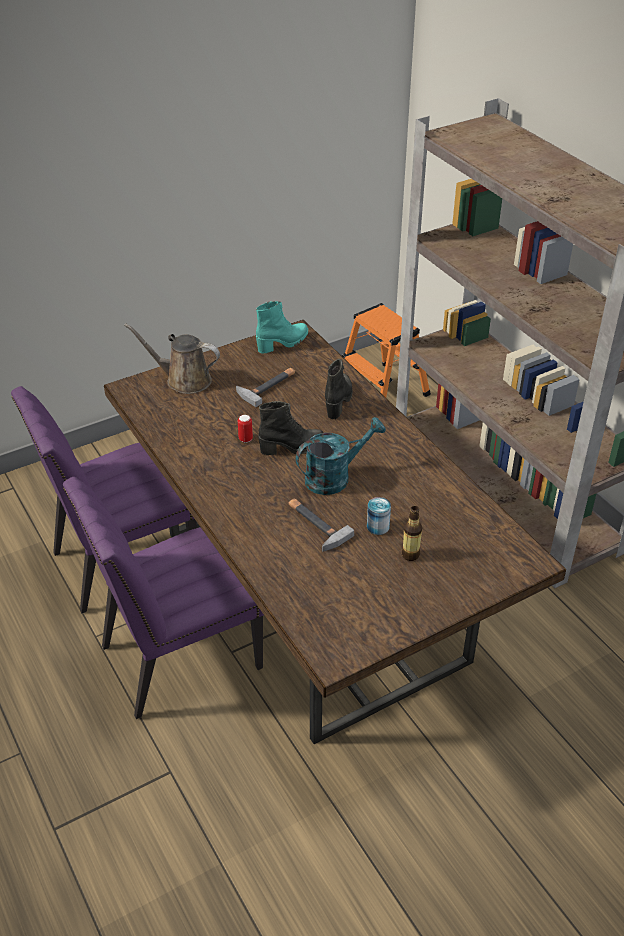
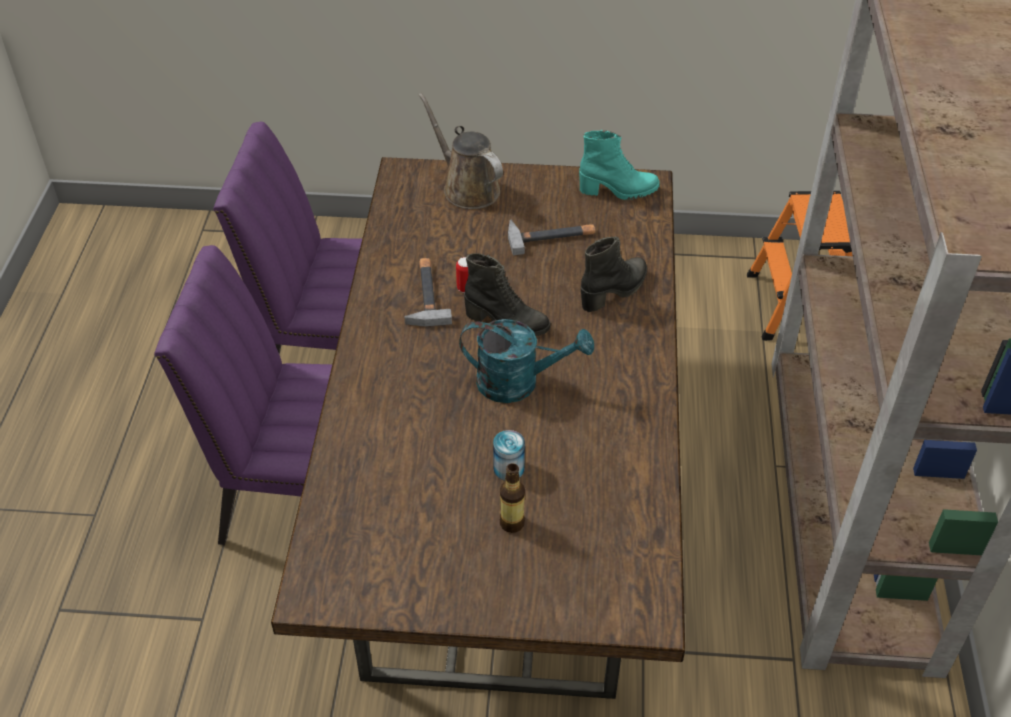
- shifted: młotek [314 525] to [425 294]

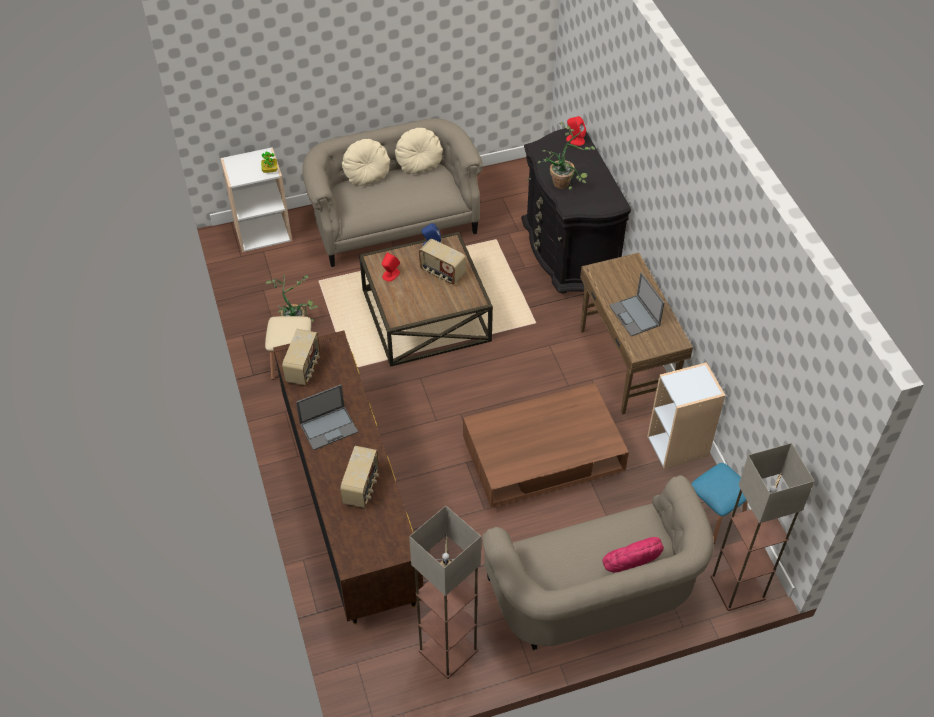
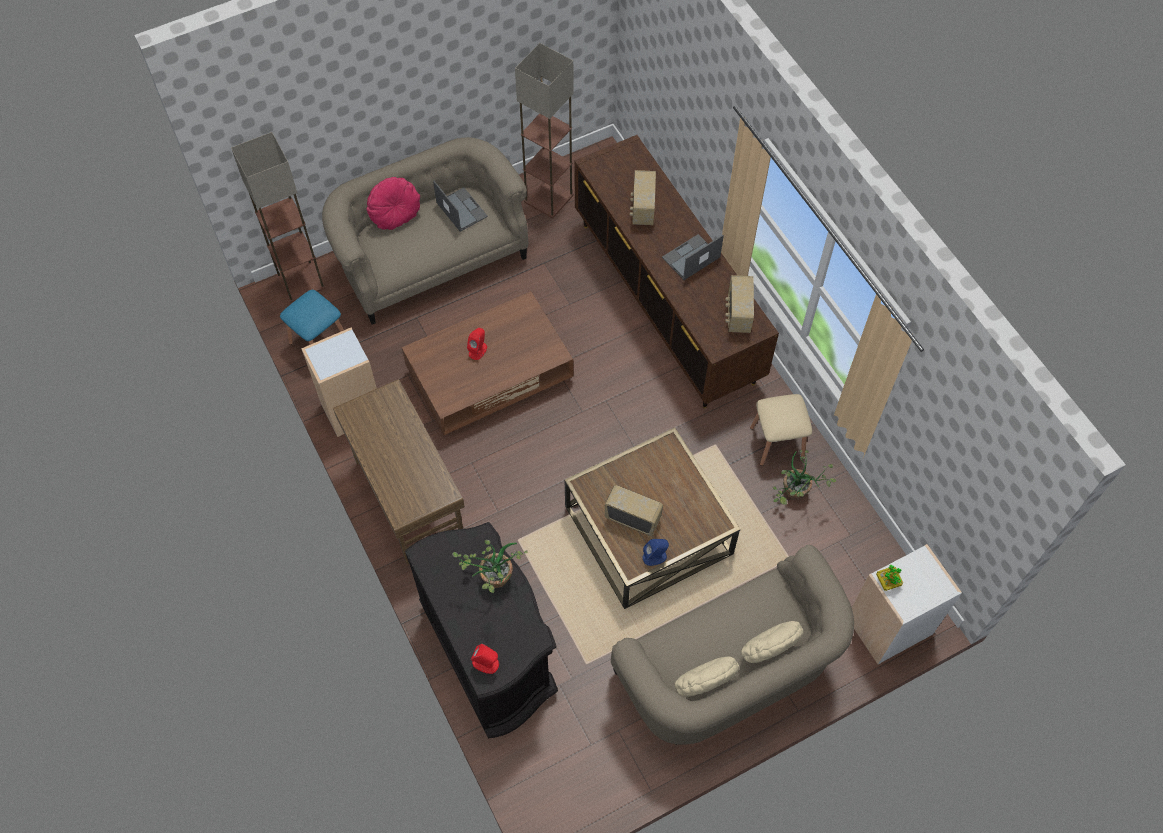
- shifted: głośnik (czerwony) [390 274] to [478 350]
- shifted: laptop [635 316] to [461 209]

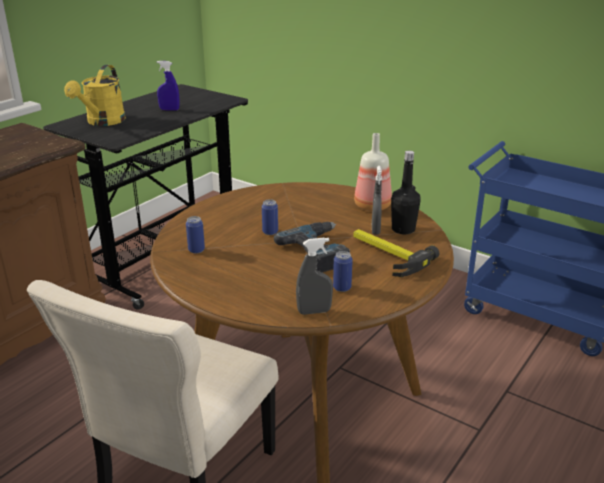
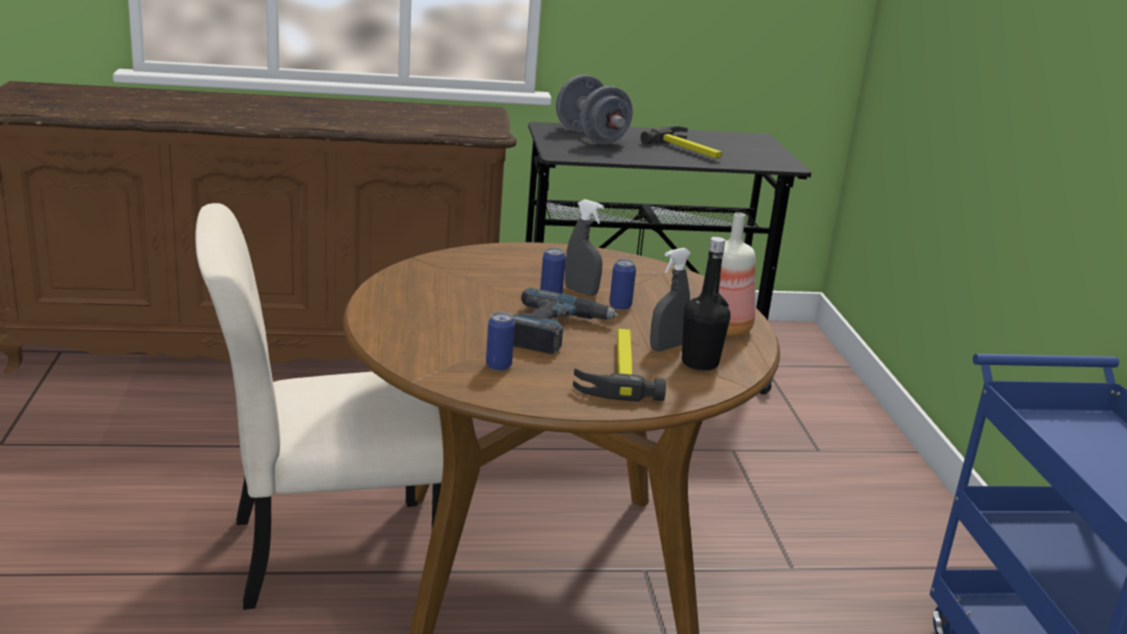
- swapped: spryskiwacz (niebieski) [169 109] to młotek [688 150]
- swapped: konewka (żółty) [102 122] to hantel (szary) [591 137]
- shifted: puszka [196 250] to [620 306]
- shifted: spryskiwacz (szary) [314 311] to [581 291]

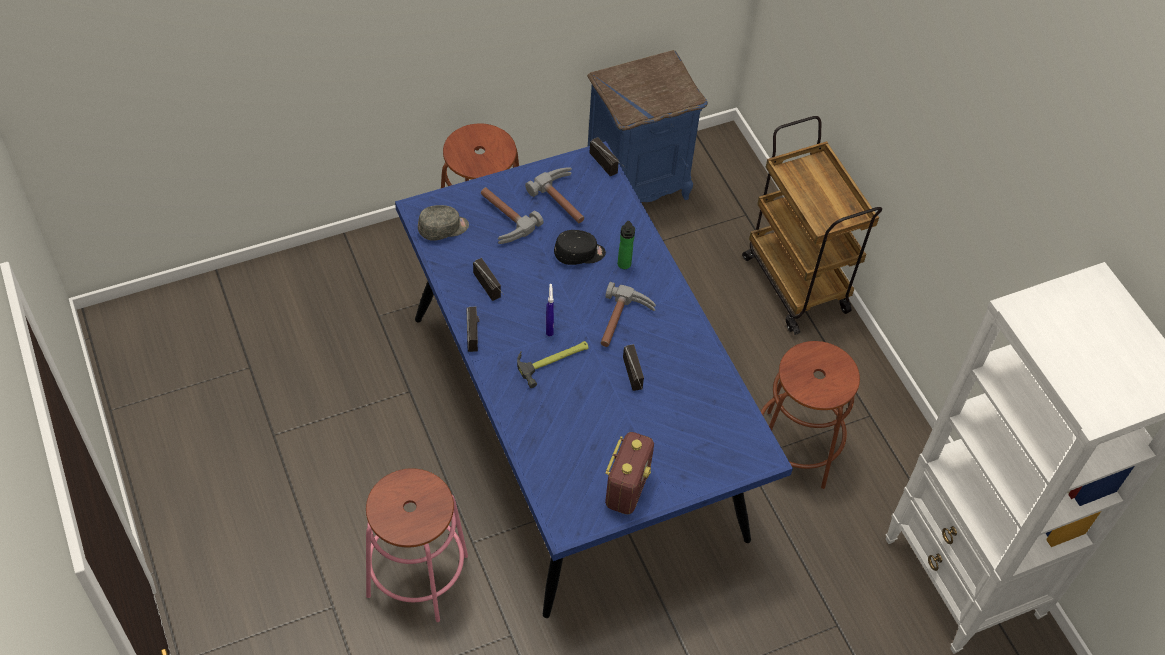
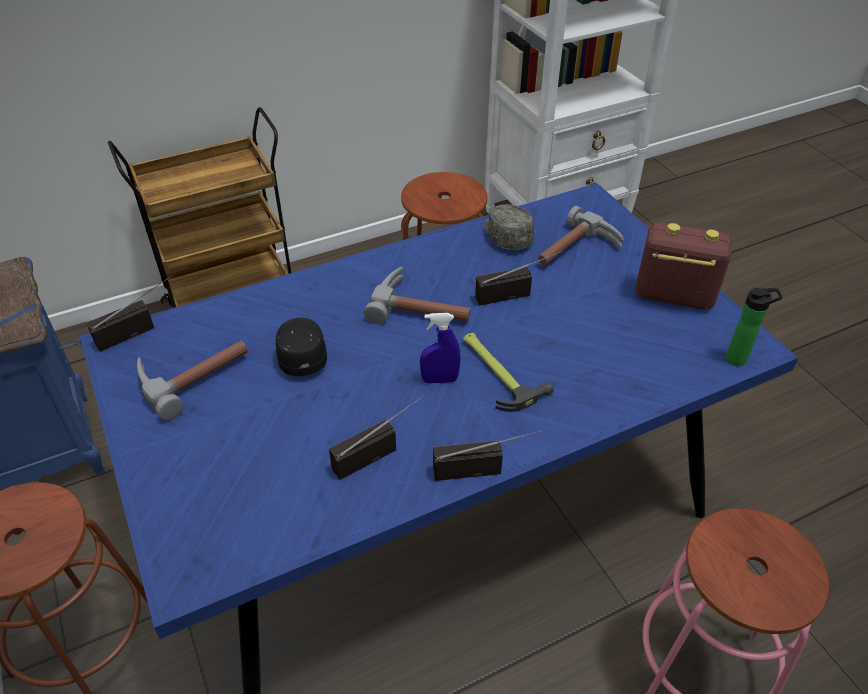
- shifted: młotek [501 220] to [577 252]
- shifted: czapka z daszkiem (szary) [443 228] to [506 235]
- shifted: butelka [624 266] to [739 359]

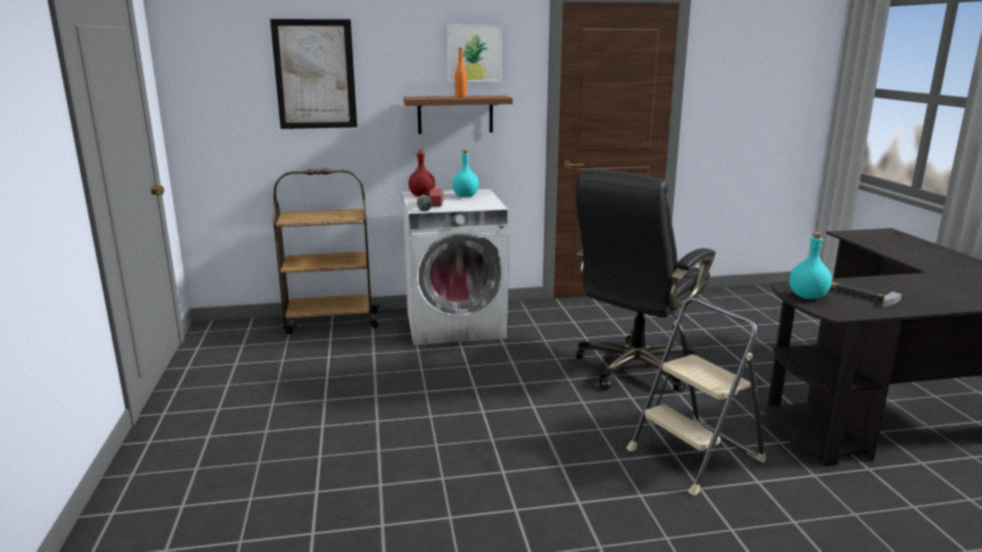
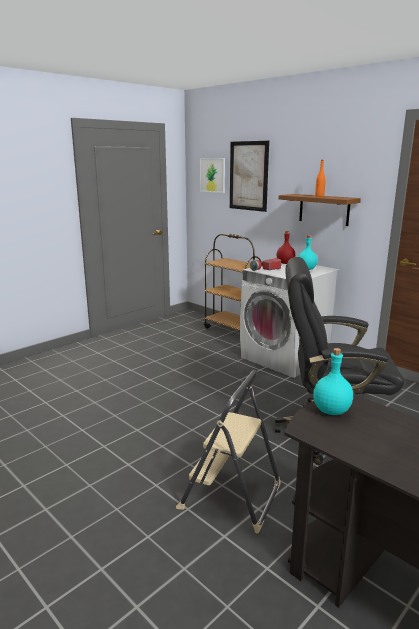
- shifted: obraz [474 53] to [212 175]
- gone: młotek [859 295]

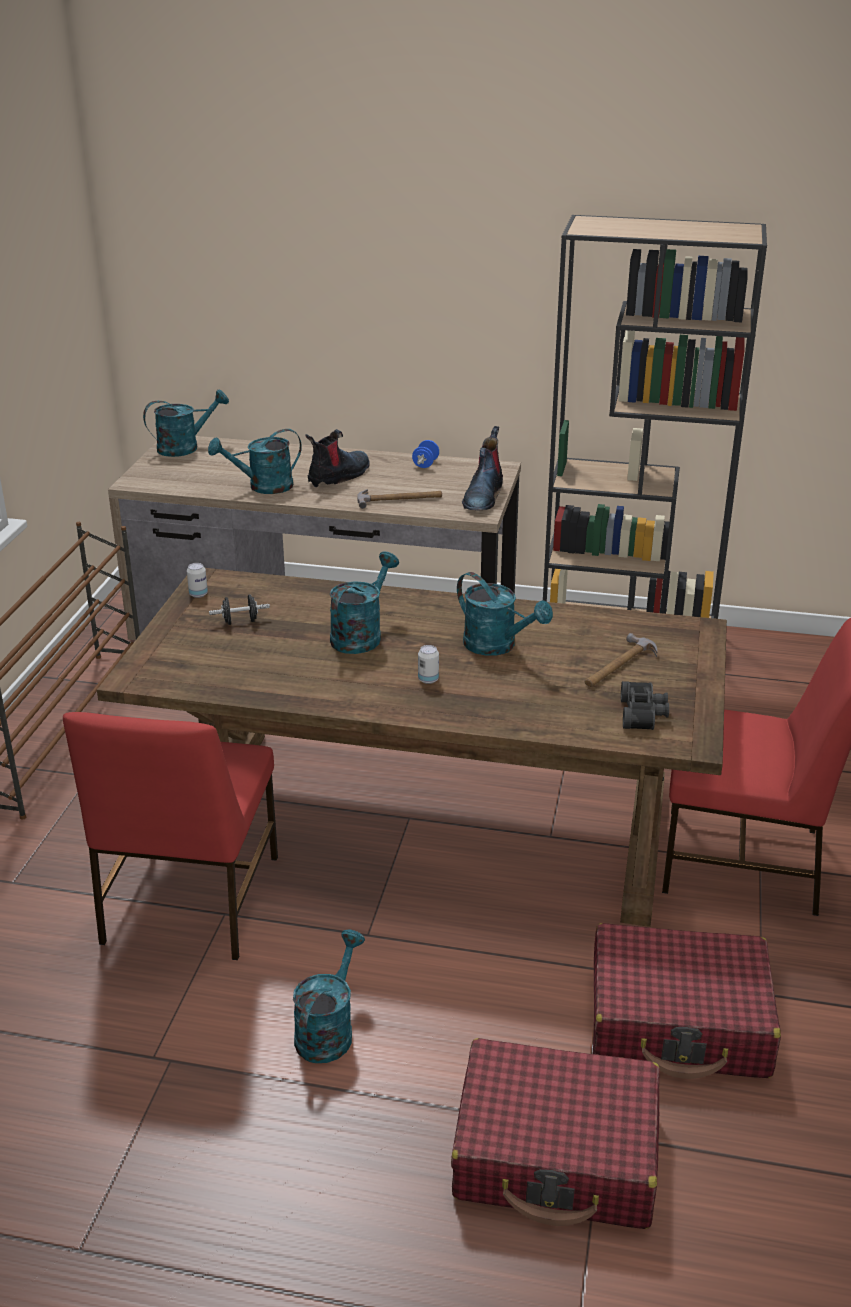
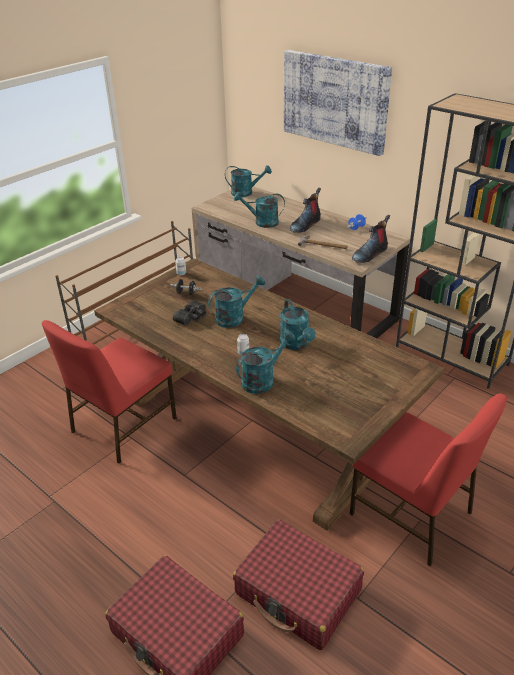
- rotated: but z cholewką [339 476] = [305 225] 150 degrees clockwise
- gone: młotek [618 666]
- shifted: lornetka (czarny) [644 714] to [192 318]
- shifted: konewka (turkusowy) [328 1030] to [262 379]
- new: obraz [335 101]

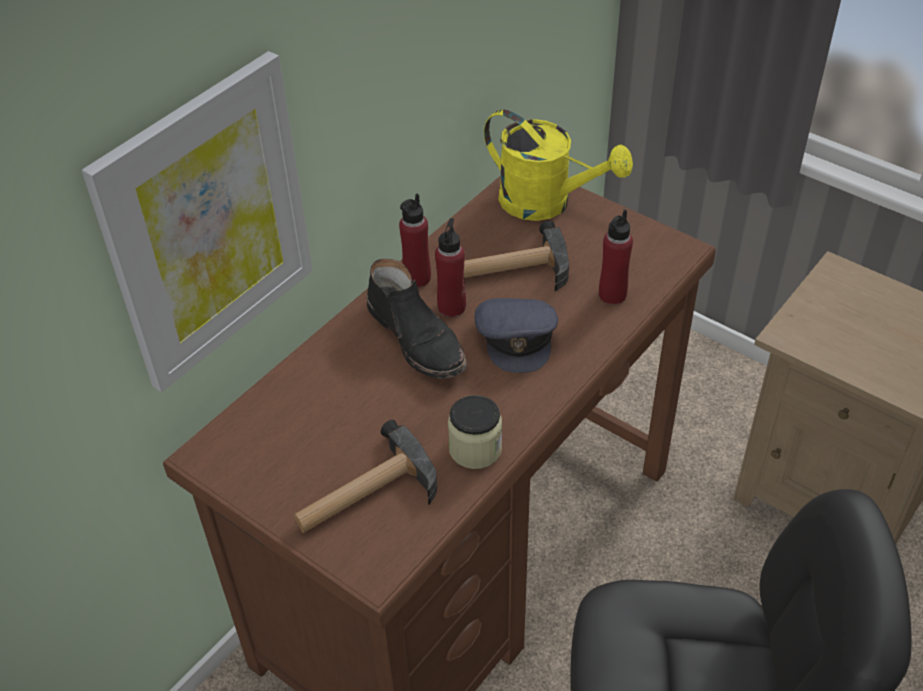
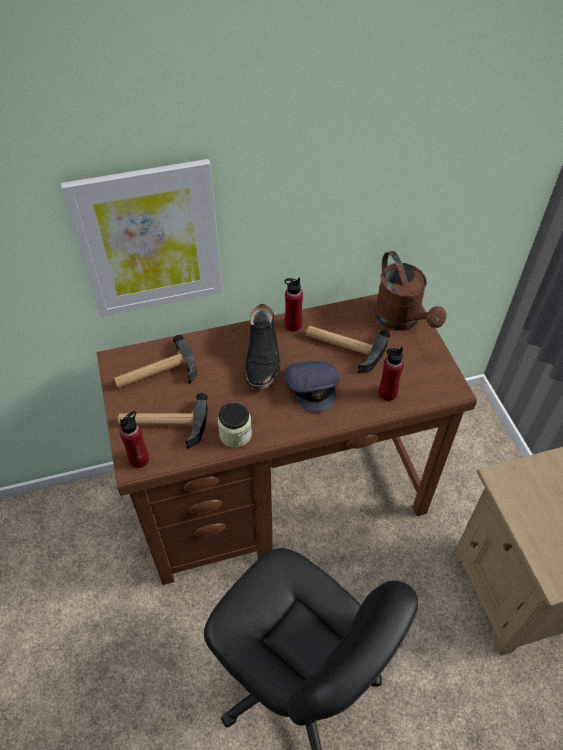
- repainted: konewka (żółty) [547 203] to konewka (brązowy) [402 320]
- shifted: butelka (czerwony) [451 306] to [139 459]
- rotated: czapka z daszkiem (szary) [517 337] = [312 387] 45 degrees counterclockwise
- new: młotek [156 373]

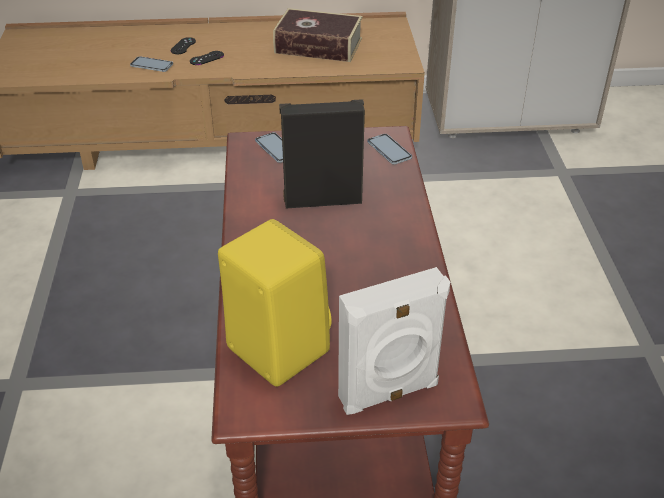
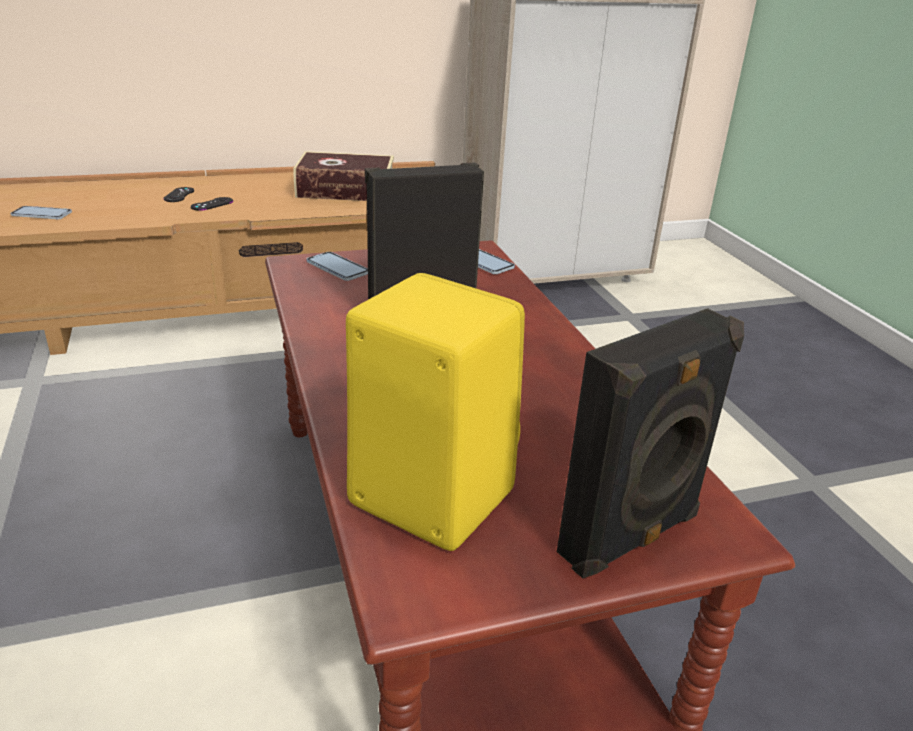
- shifted: telefon [151 65] to [42 214]
- repainted: głośnik (biały) [389 393] to głośnik (czarny) [632 537]

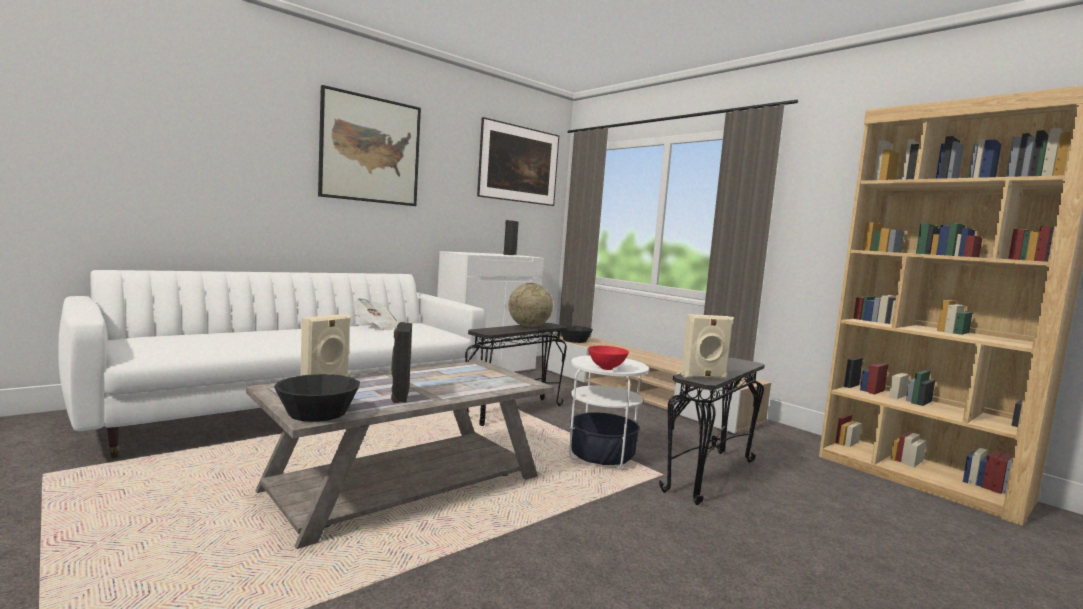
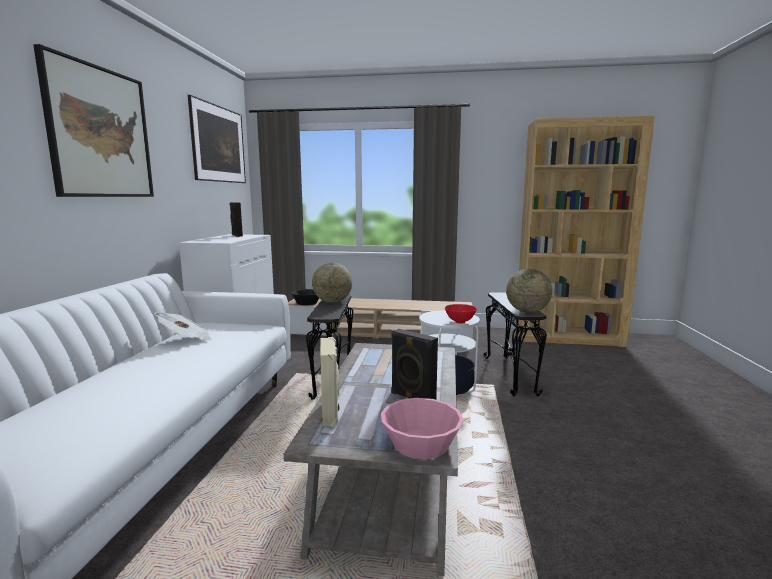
- swapped: głośnik (beżowy) [704 377] to globus [527 311]
- repainted: miska (czarny) [318 412] to miska (różowy) [421 443]

